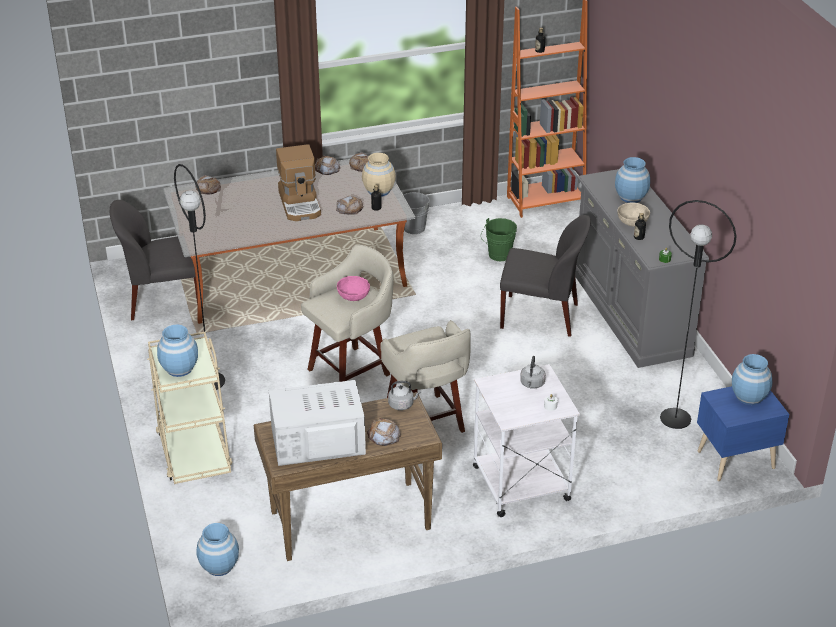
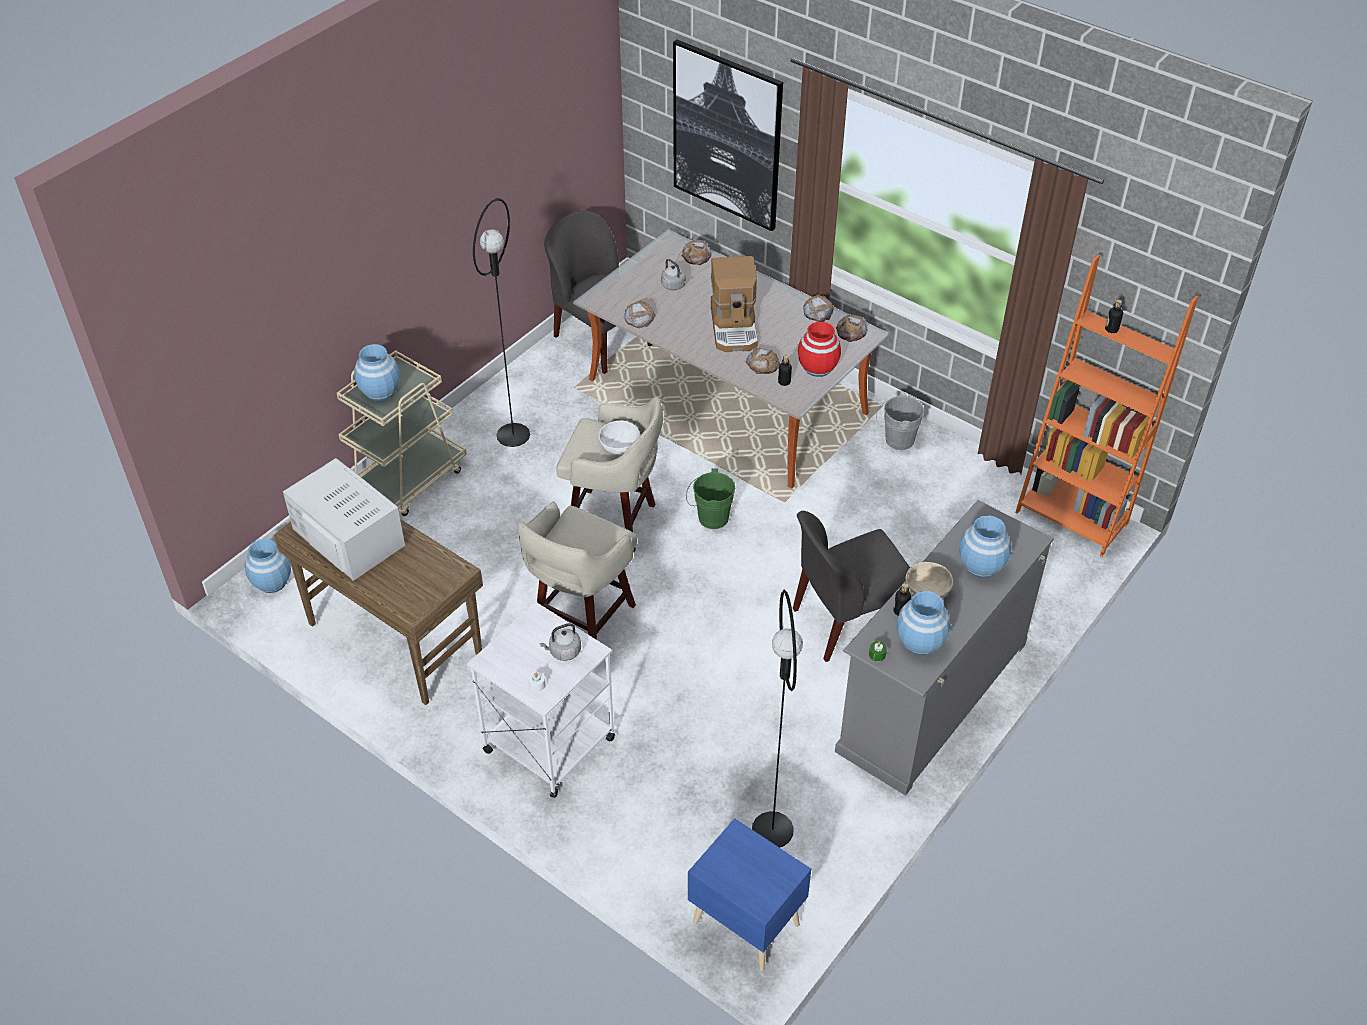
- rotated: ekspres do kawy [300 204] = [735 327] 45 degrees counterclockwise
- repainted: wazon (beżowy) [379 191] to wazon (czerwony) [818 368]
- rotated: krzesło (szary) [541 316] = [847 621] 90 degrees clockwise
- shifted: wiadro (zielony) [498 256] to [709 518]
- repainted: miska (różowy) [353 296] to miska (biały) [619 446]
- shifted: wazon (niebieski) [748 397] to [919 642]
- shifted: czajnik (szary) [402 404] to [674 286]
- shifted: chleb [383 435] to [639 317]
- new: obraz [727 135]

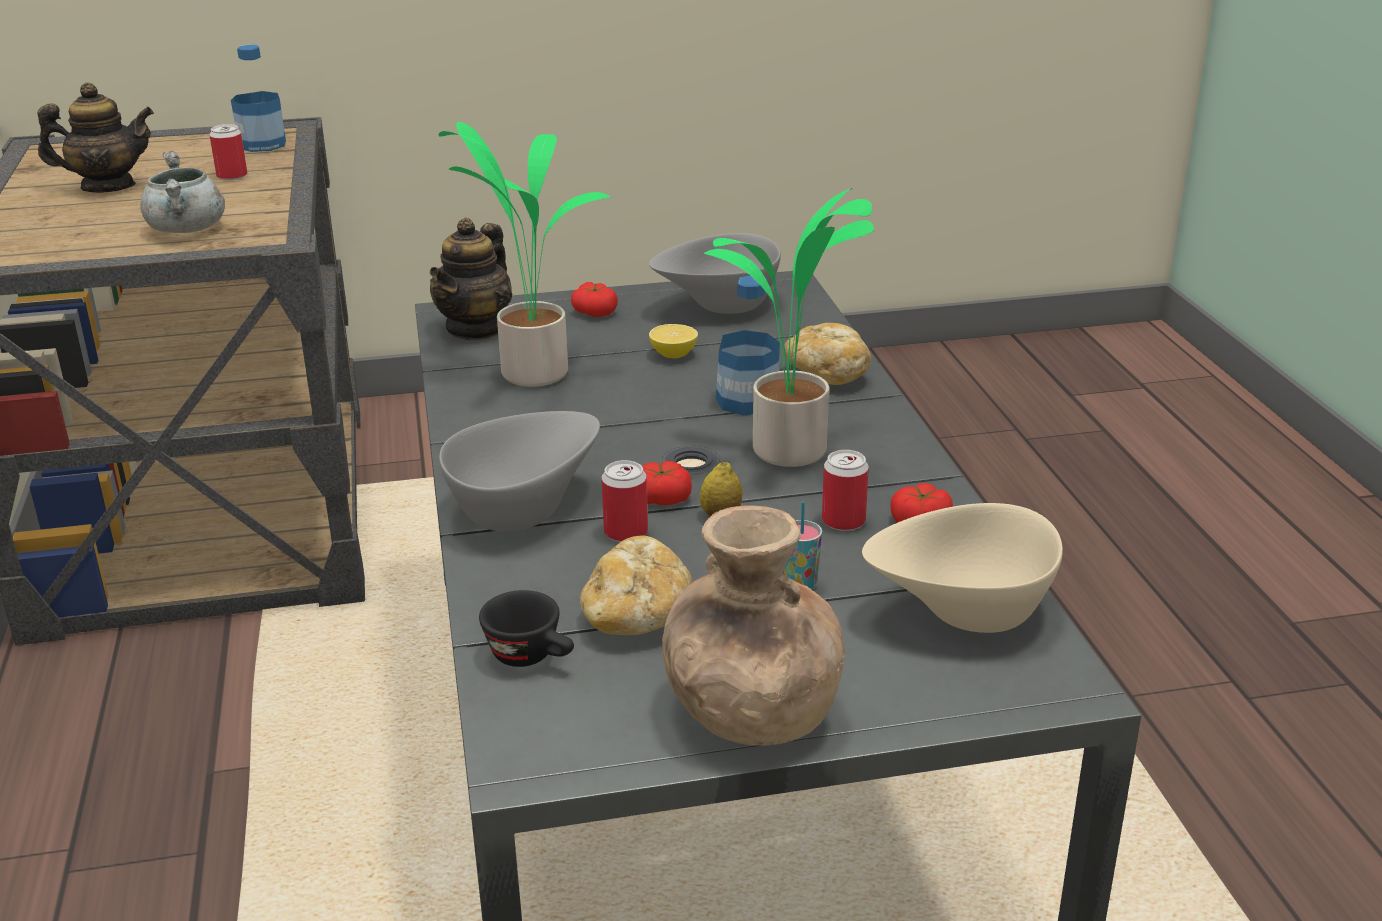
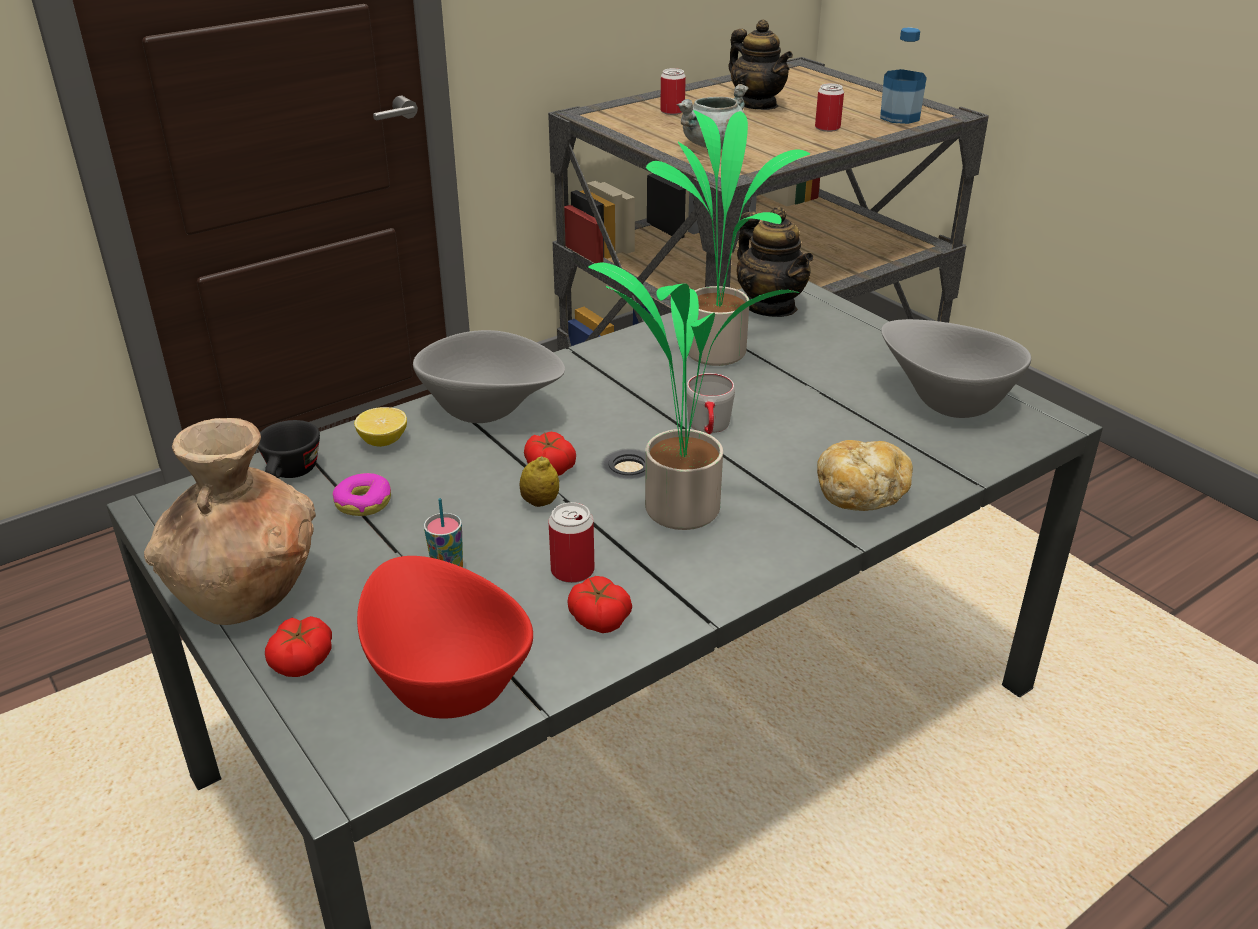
- rotated: imbryk [476 328] = [770 306] 120 degrees counterclockwise
- gone: butelka [747 401]
- shifted: pomidor [595 312] to [302 660]
- shifted: cytryna [673 354] to [383 441]
- shifted: puszka [626 532] to [672 111]
- repainted: miska (beżowy) [962 613] to miska (czerwony) [445 678]
- swapped: chleb [636 616] to donut [364 502]
- new: kubek (szary) [709 428]

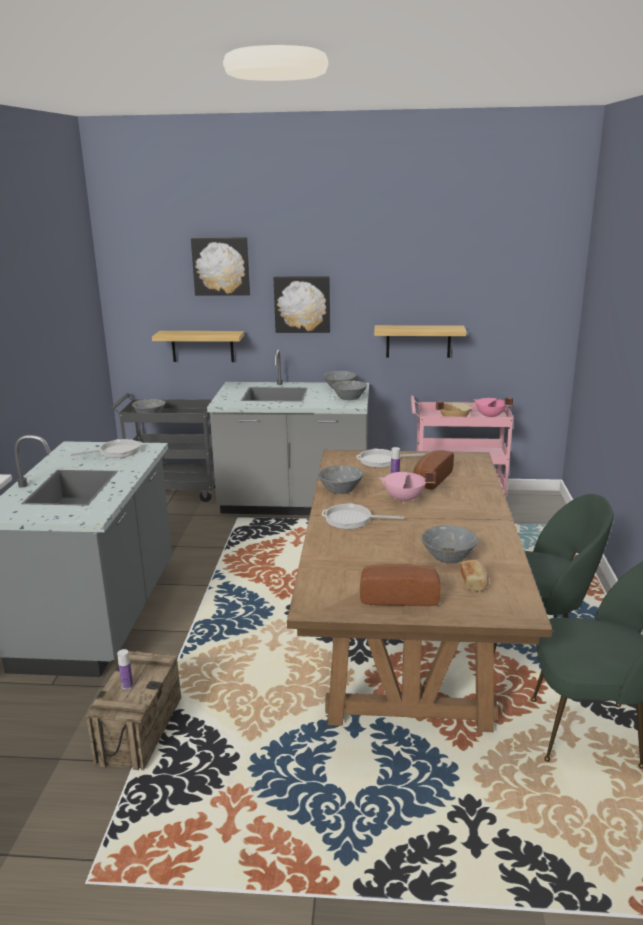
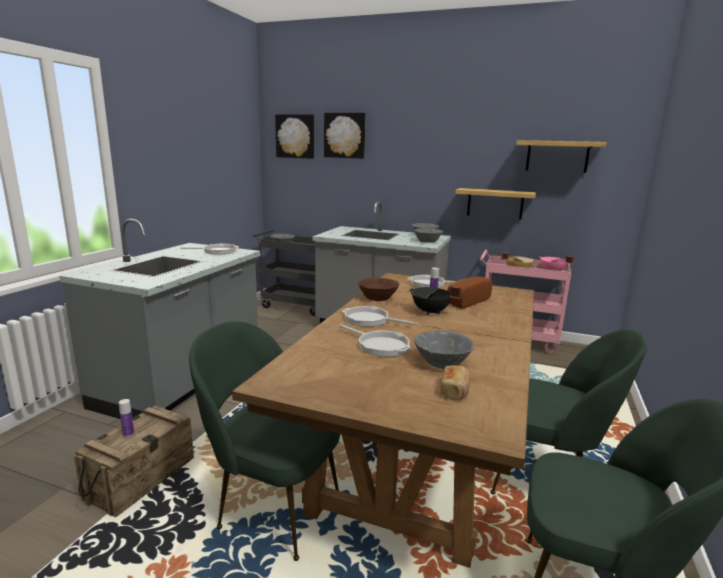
- shifted: obraz [302 304] to [295 136]
- shifted: półka [202 346] to [557 156]
- repainted: miska (szary) [340 489] to miska (brązowy) [378 298]
- repainted: garnek (różowy) [404 499] to garnek (czarny) [430 312]
- gone: chleb [398 596]
- new: krzesło (zielony) [272 508]
- new: patelnia [380 345]

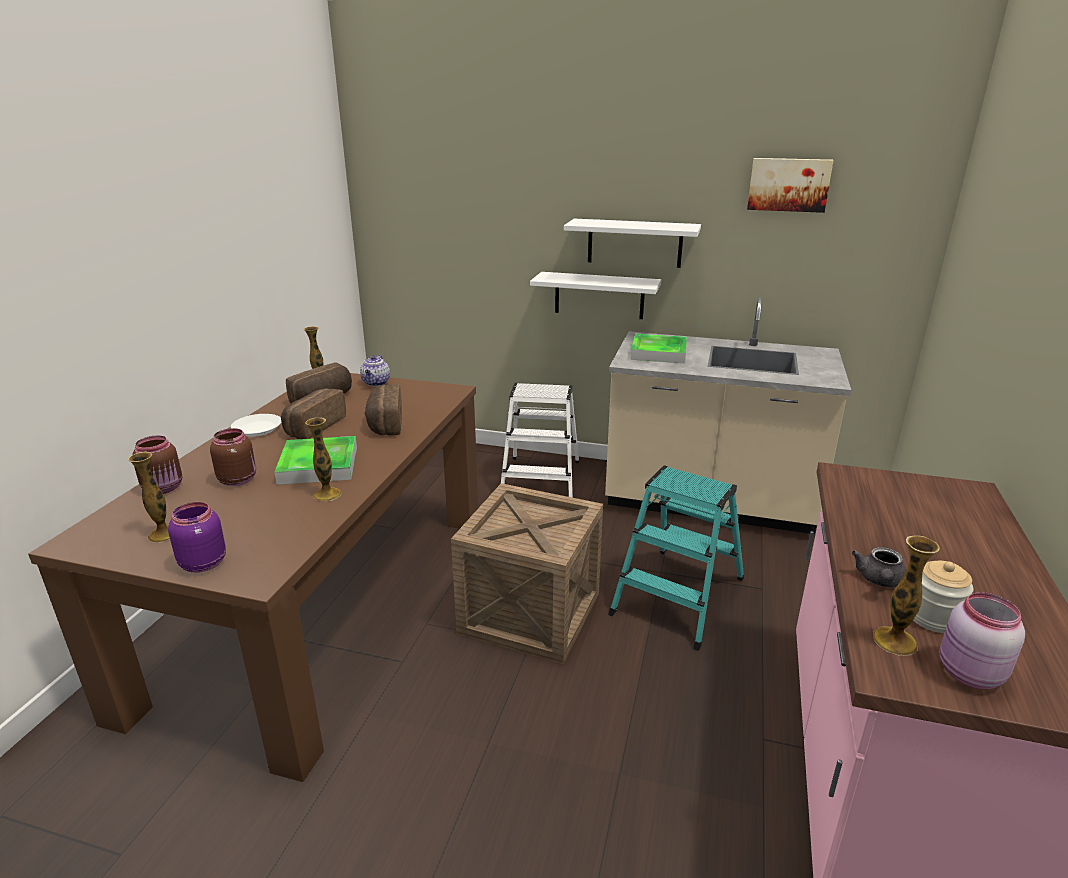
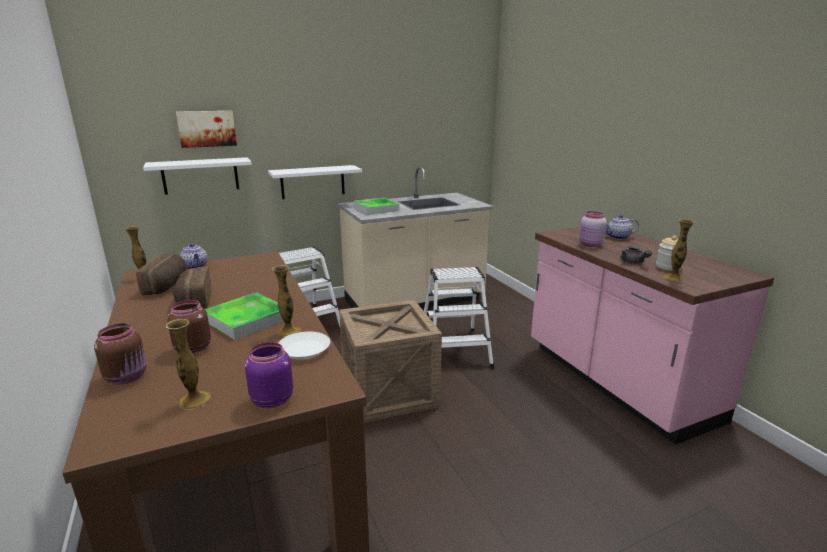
- shifted: obraz [788 184] to [207 128]
- shifted: półka (biały) [634 243] to [200 175]
- gone: chleb [384 423]
- shifted: talerz (biały) [257 429] to [304 350]
- repainted: drabinka (turkusowy) [679 595] to drabinka (biały) [454 348]
- shifted: słoik (różowy) [968 674] to [590 245]
- new: imbryk [617 237]

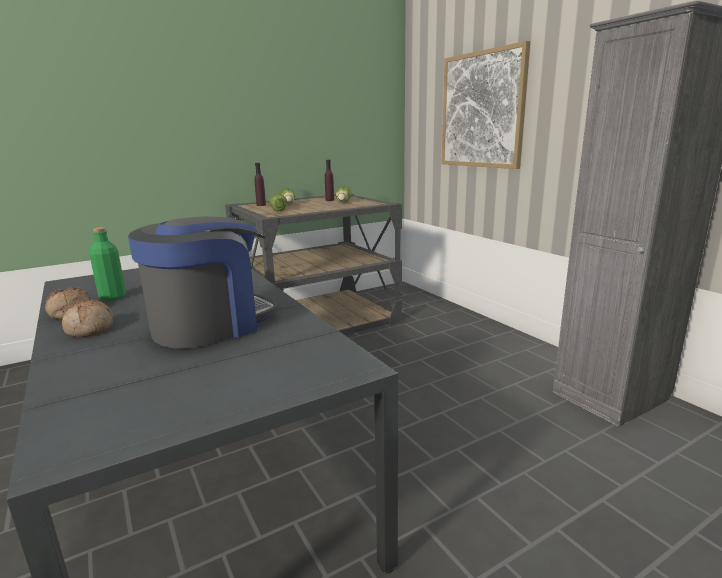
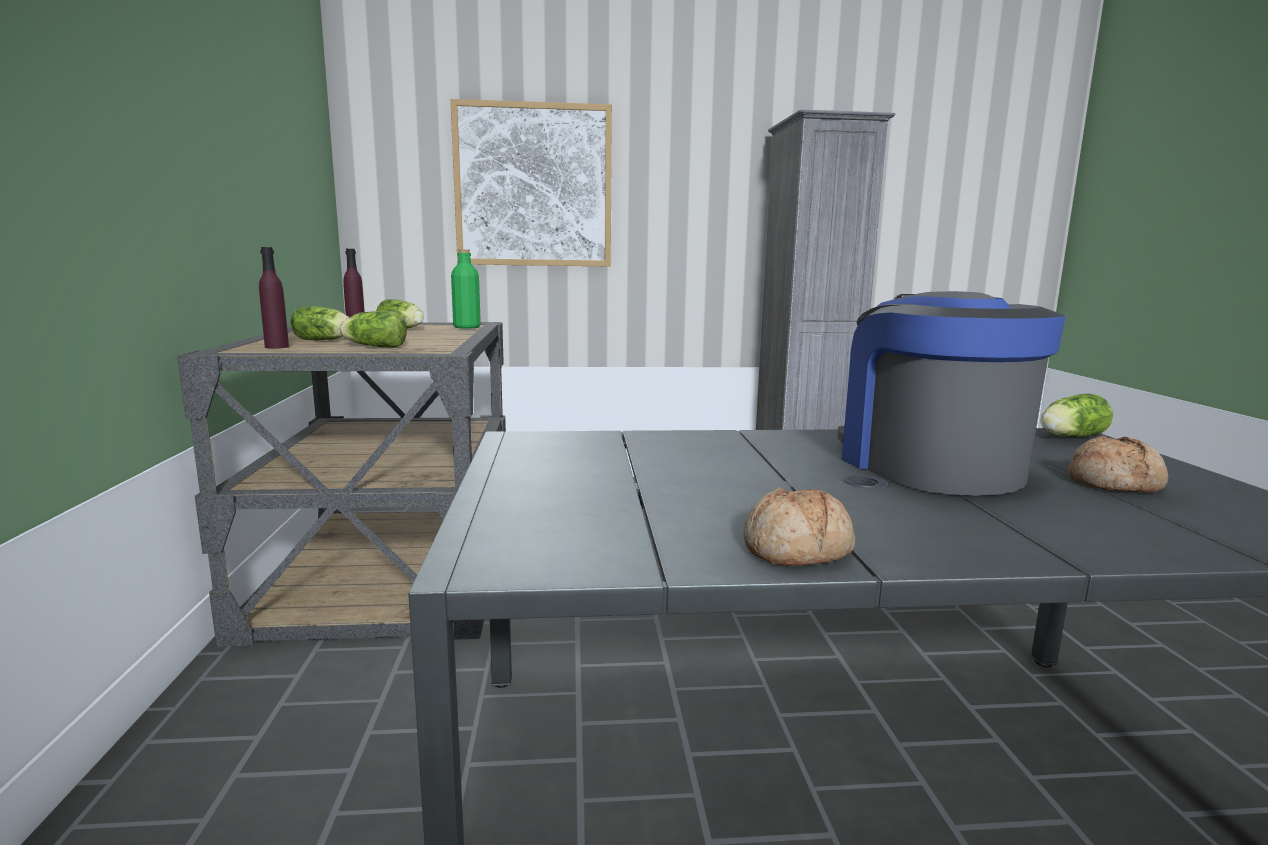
- shifted: butelka (zielony) [112 297] to [467 327]
- shifted: chleb [91 328] to [1114 483]
- new: sałata [1069 437]

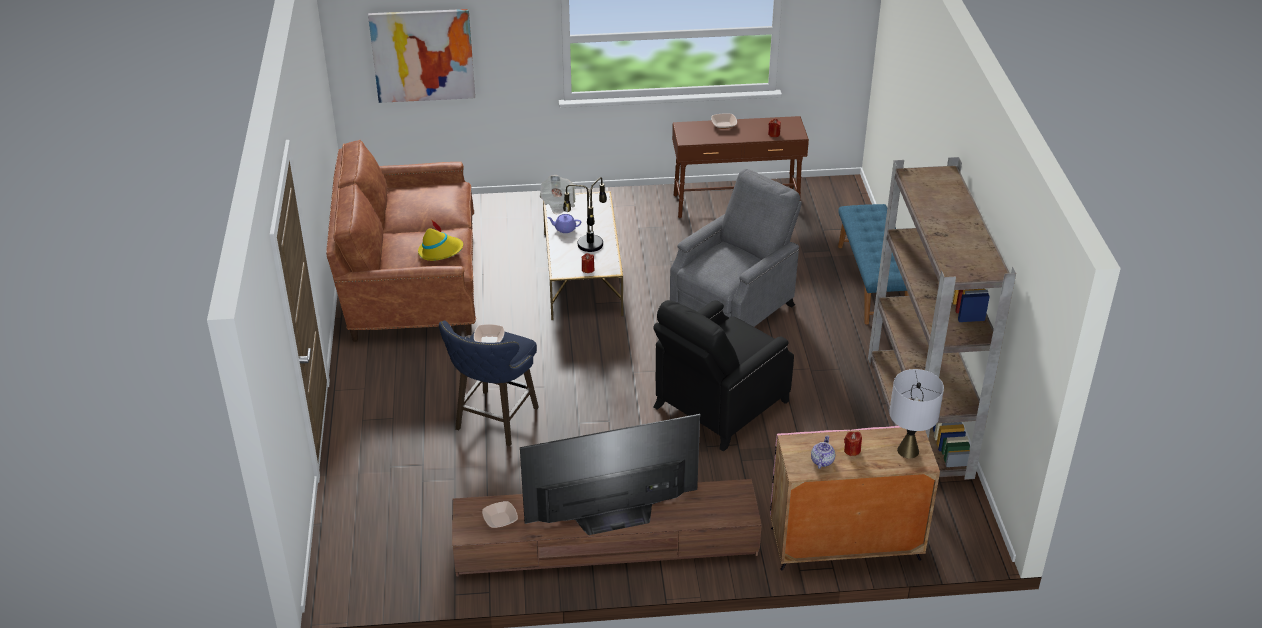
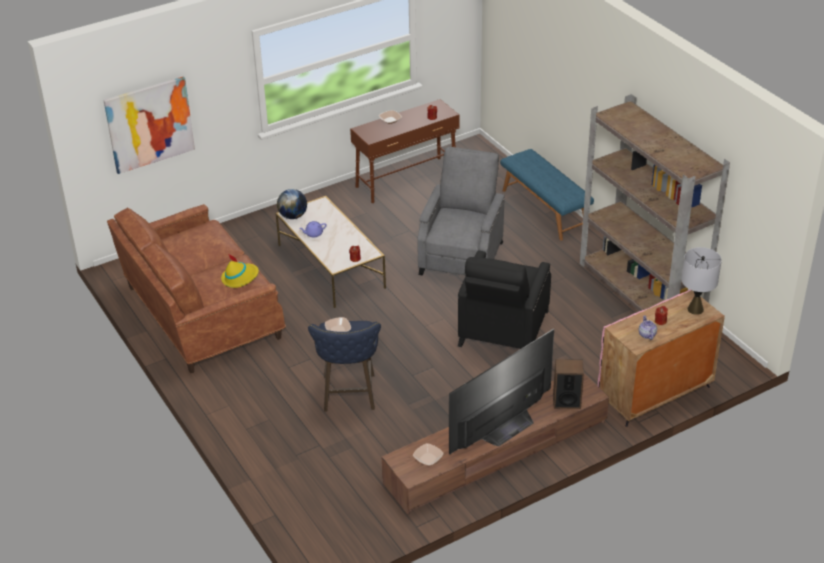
- swapped: gazeta [558 203] to globus [293 216]
- gone: lampa stołowa [589 244]
- new: głośnik [566 401]

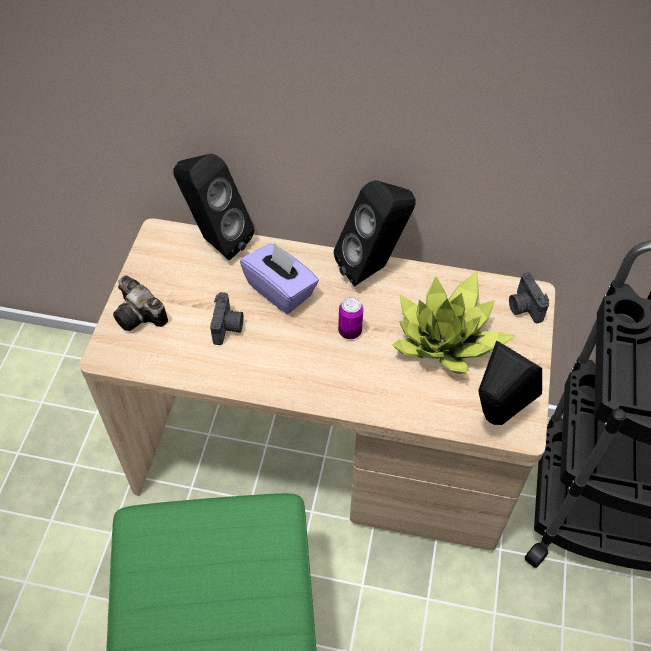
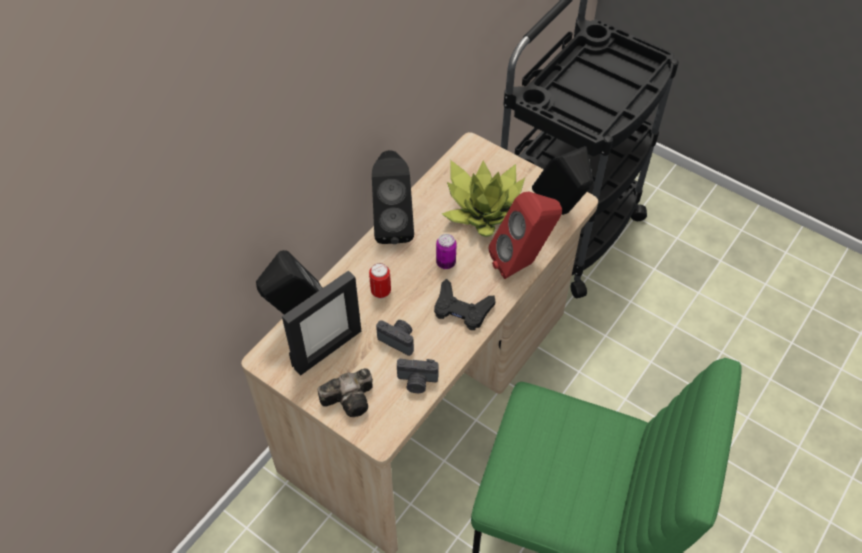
- swapped: pudełko chusteczek (fioletowy) [281 290] to puszka [381 292]
- shifted: aparat fotograficzny [523 307] to [417 382]
- new: głośnik (czerwony) [522 263]
- new: ramka na zdjęcie [327 348]
- new: pad do gier (czarny) [462 309]

